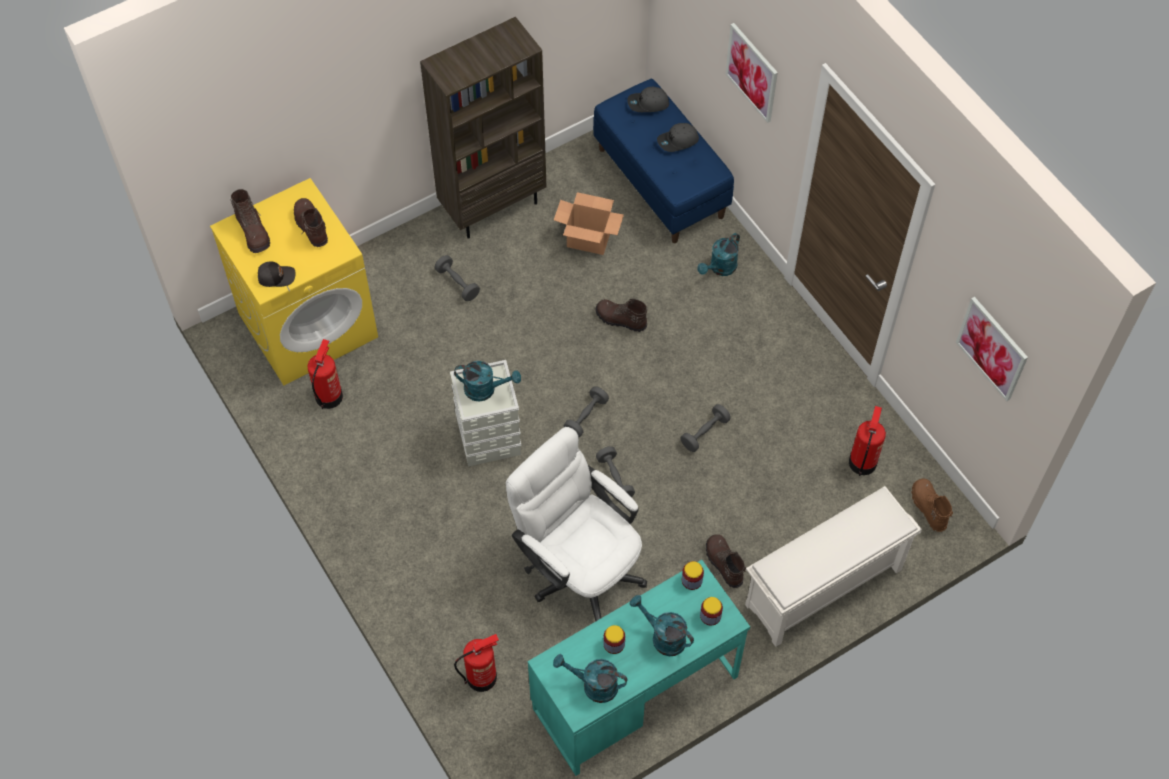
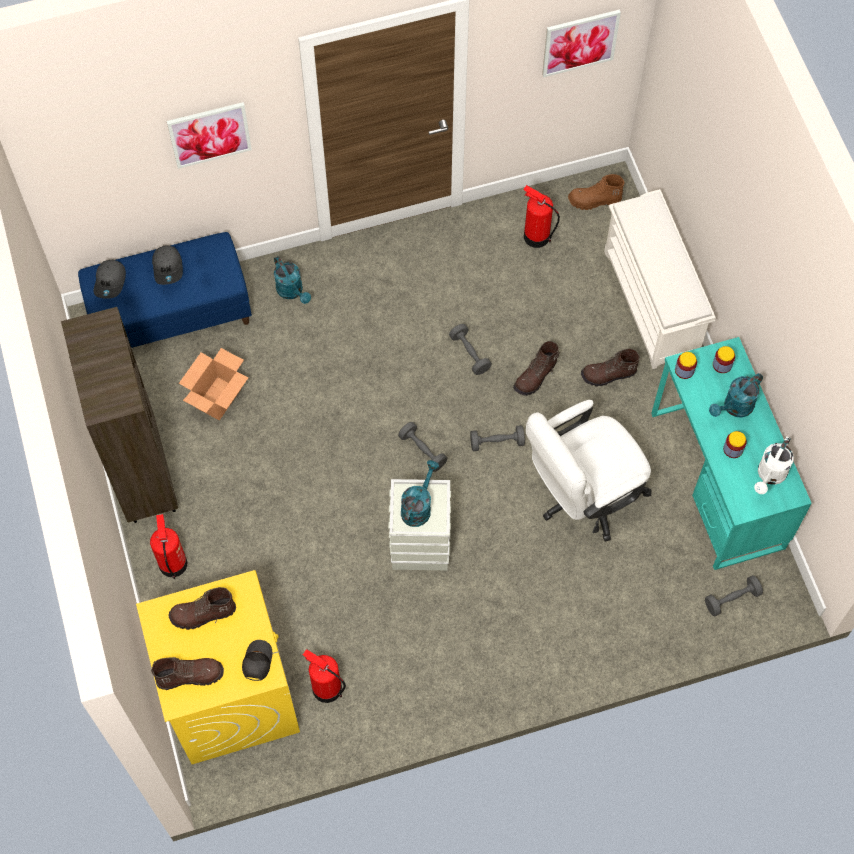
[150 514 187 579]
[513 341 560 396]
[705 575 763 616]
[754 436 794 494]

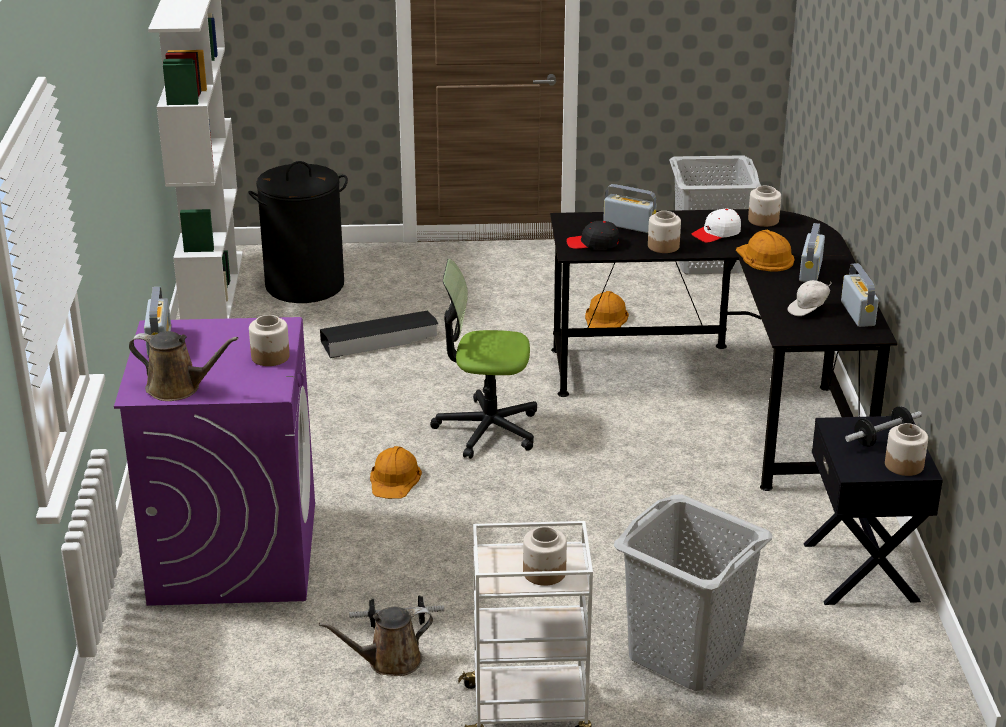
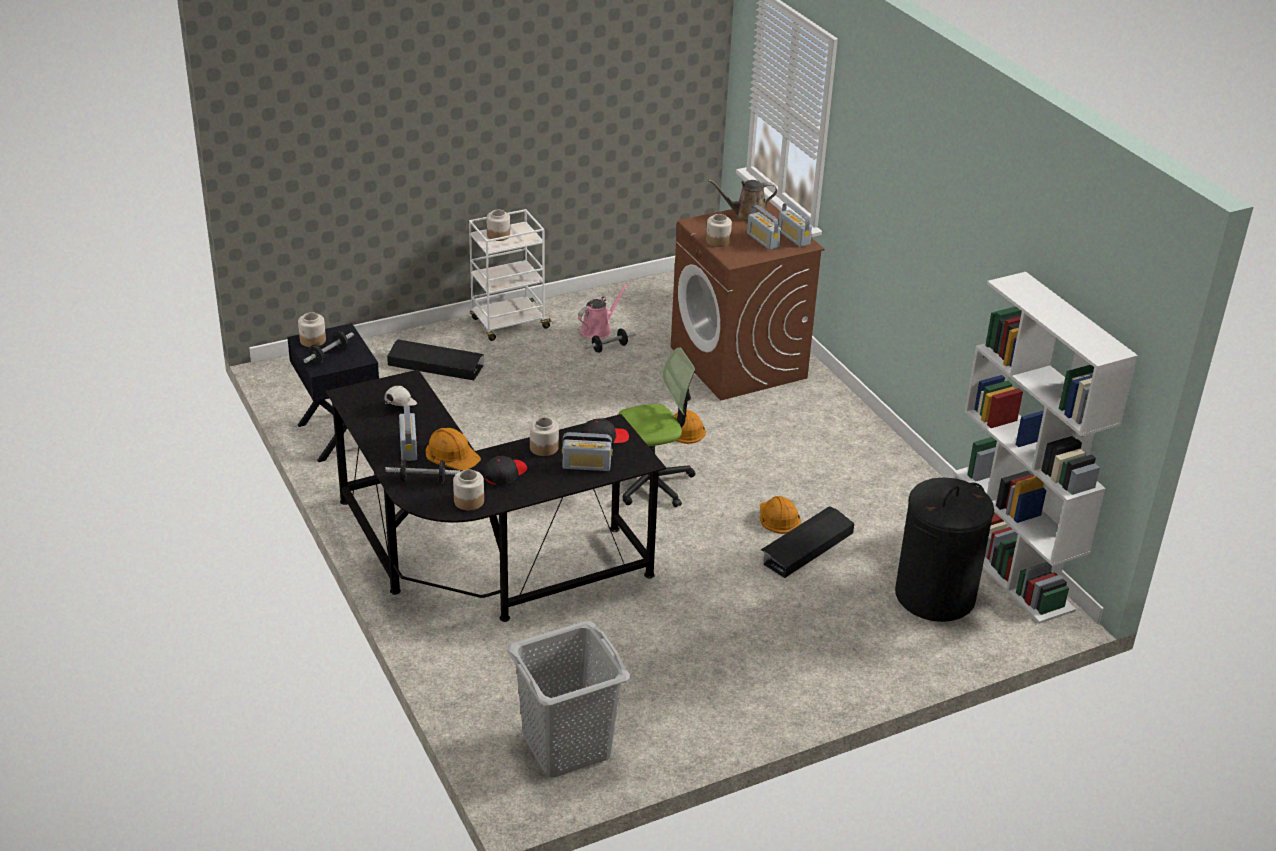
[385 459 460 483]
[387 339 484 380]
[484 456 527 486]
[578 283 629 339]
[671 202 825 400]
[747 205 781 250]
[760 496 801 534]

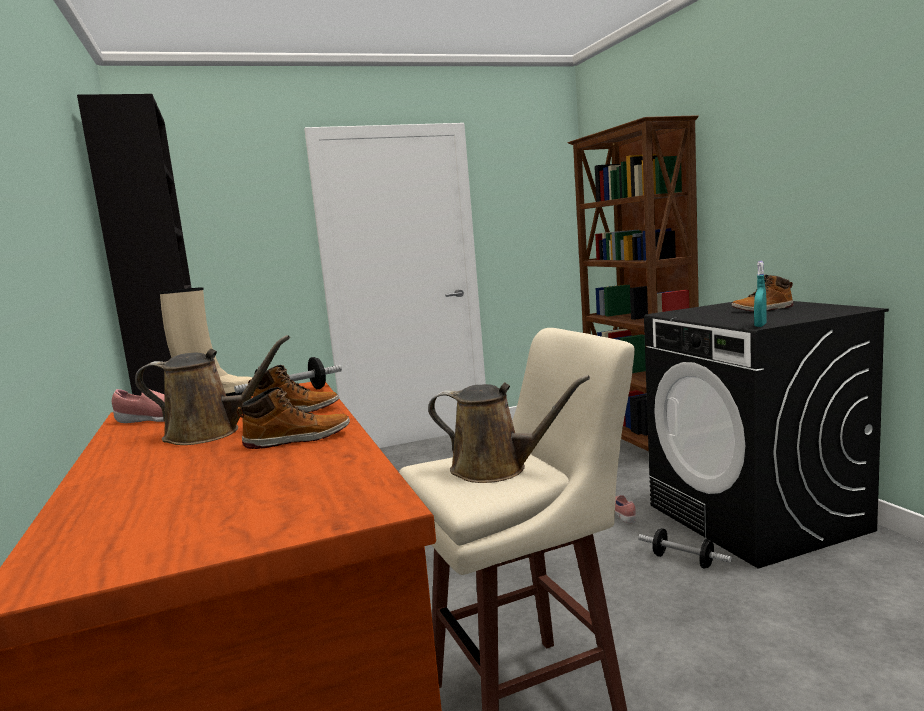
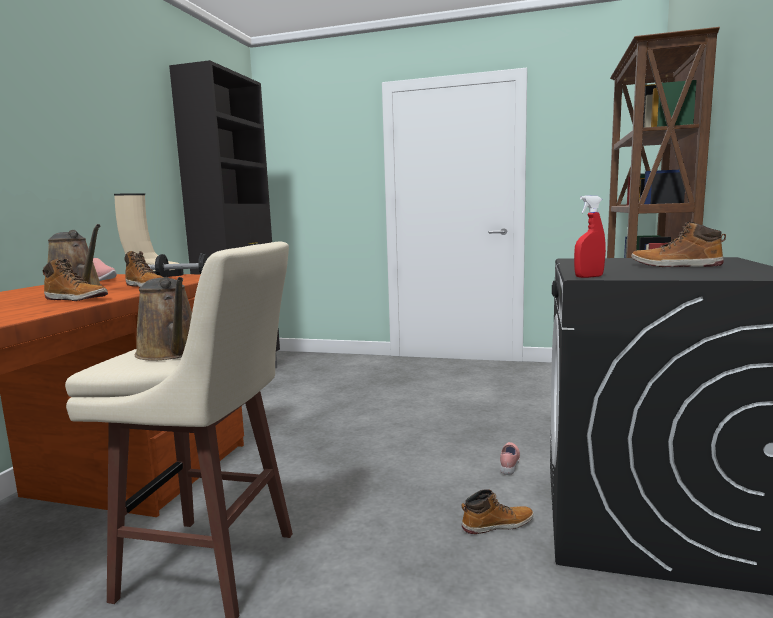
[462 489 534 534]
[574 196 606 278]

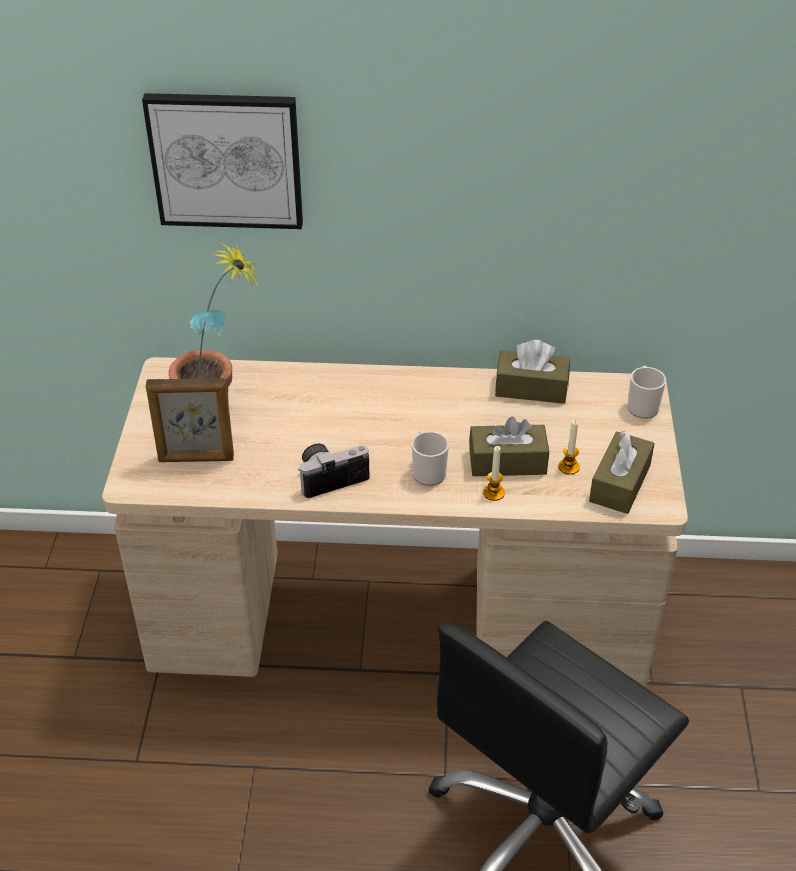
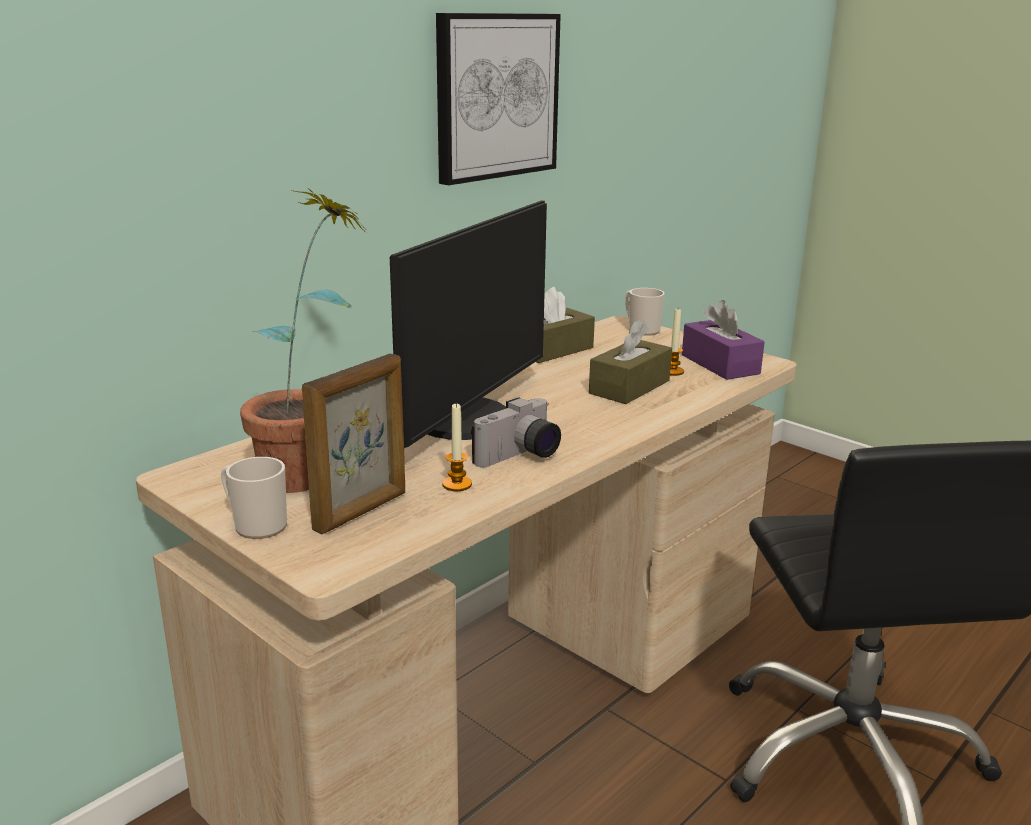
[221 457 287 539]
[390 200 547 448]
[436 13 561 185]
[442 402 472 491]
[471 397 561 467]
[682 300 765 380]

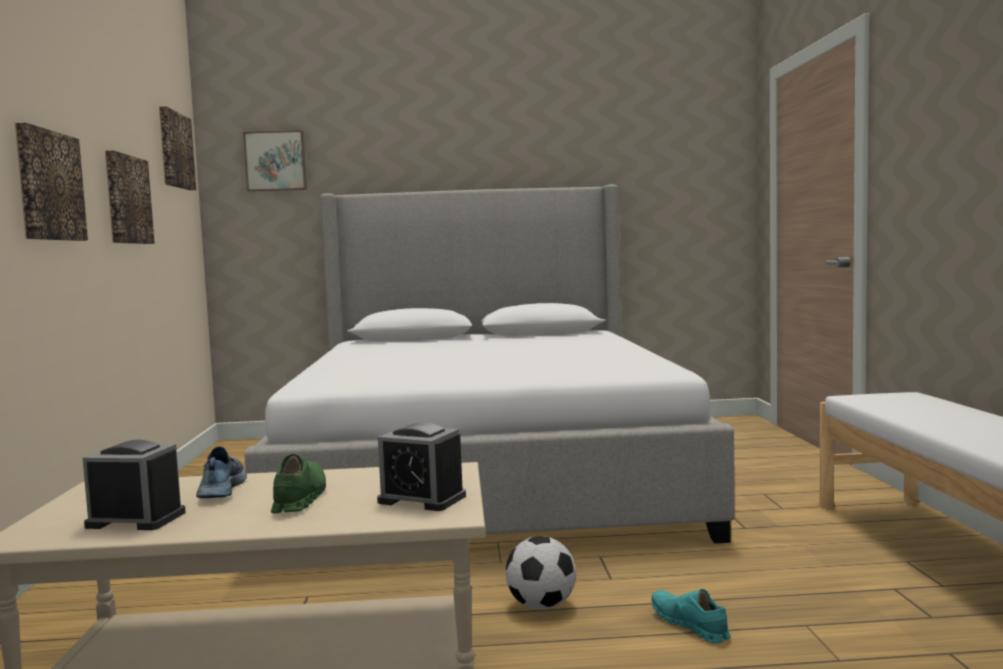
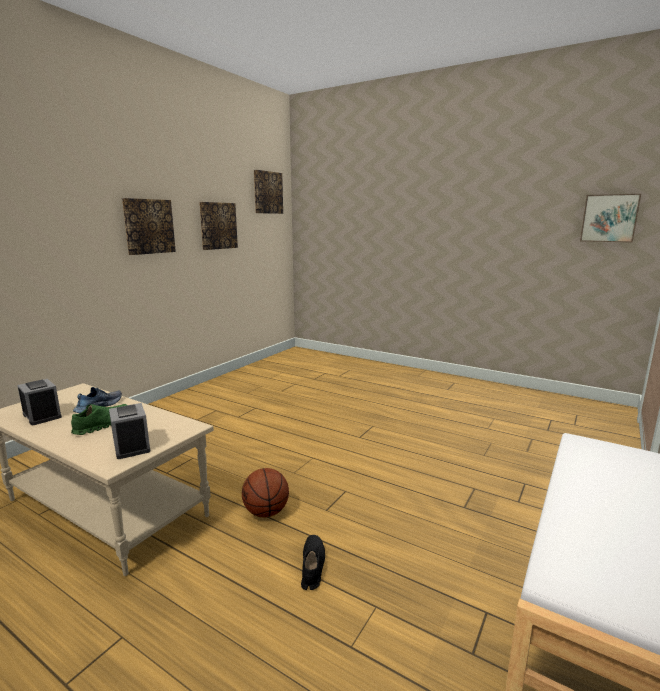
[242 468 289 517]
[301 535 325 590]
[580 194 641 243]
[245 184 735 544] (first image)

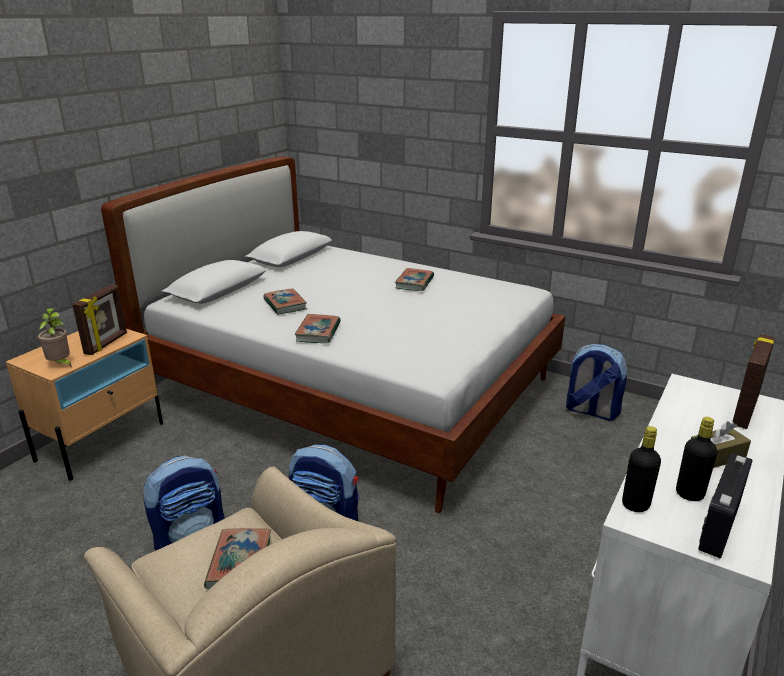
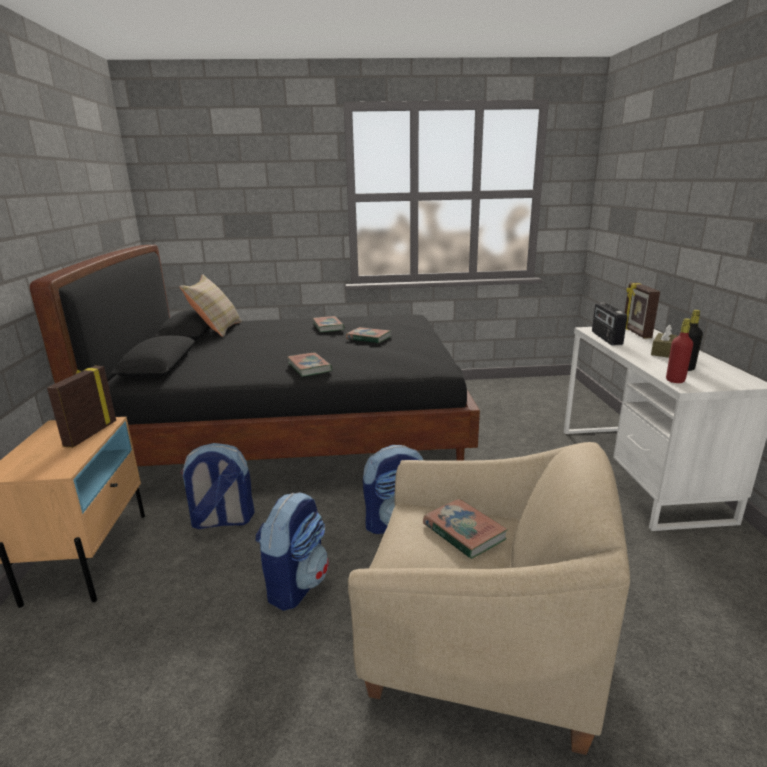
[30 245 480 466]
[47 366 116 448]
[179 274 242 337]
[180 443 255 529]
[346 327 391 343]
[592 303 627 345]
[666 318 693 383]
[38 308 72 368] (first image)

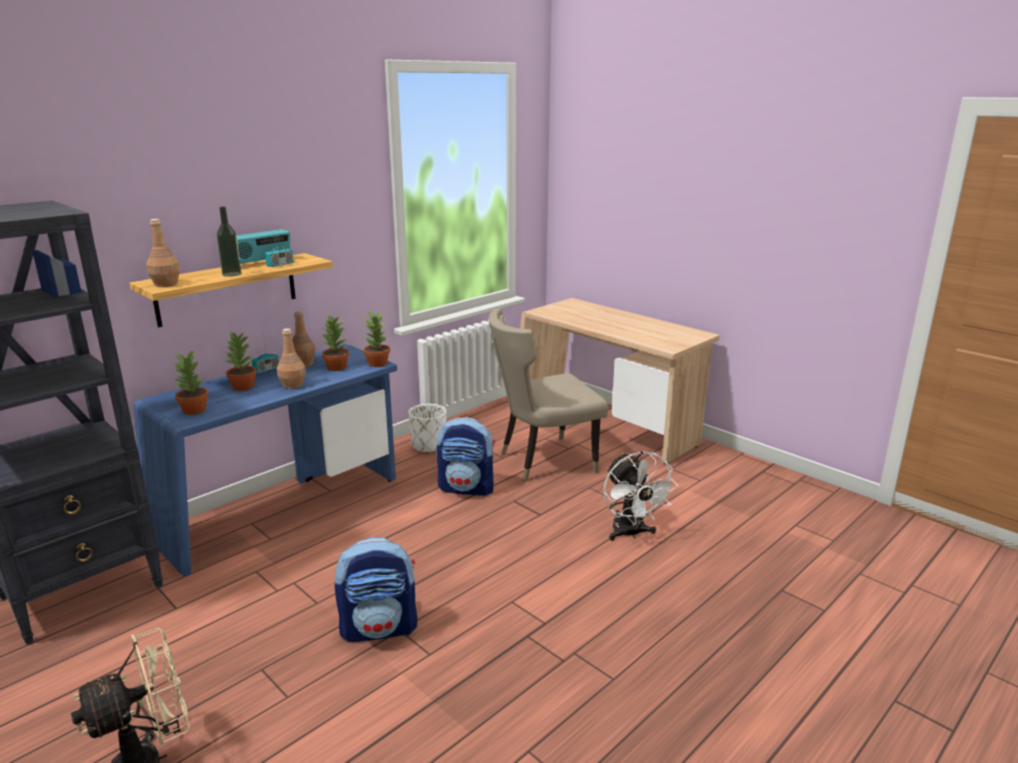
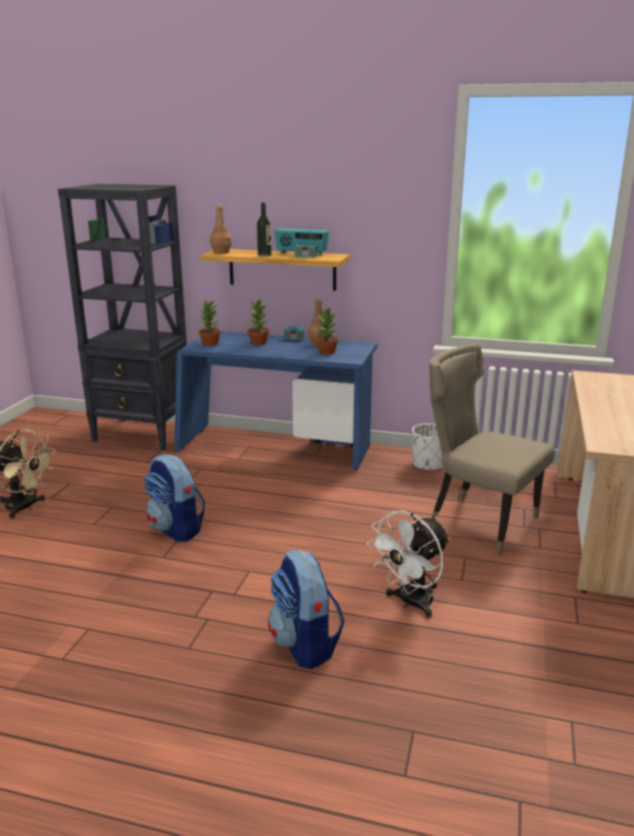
[268 549 345 669]
[277 328 306 389] (first image)
[363 310 390 367] (first image)

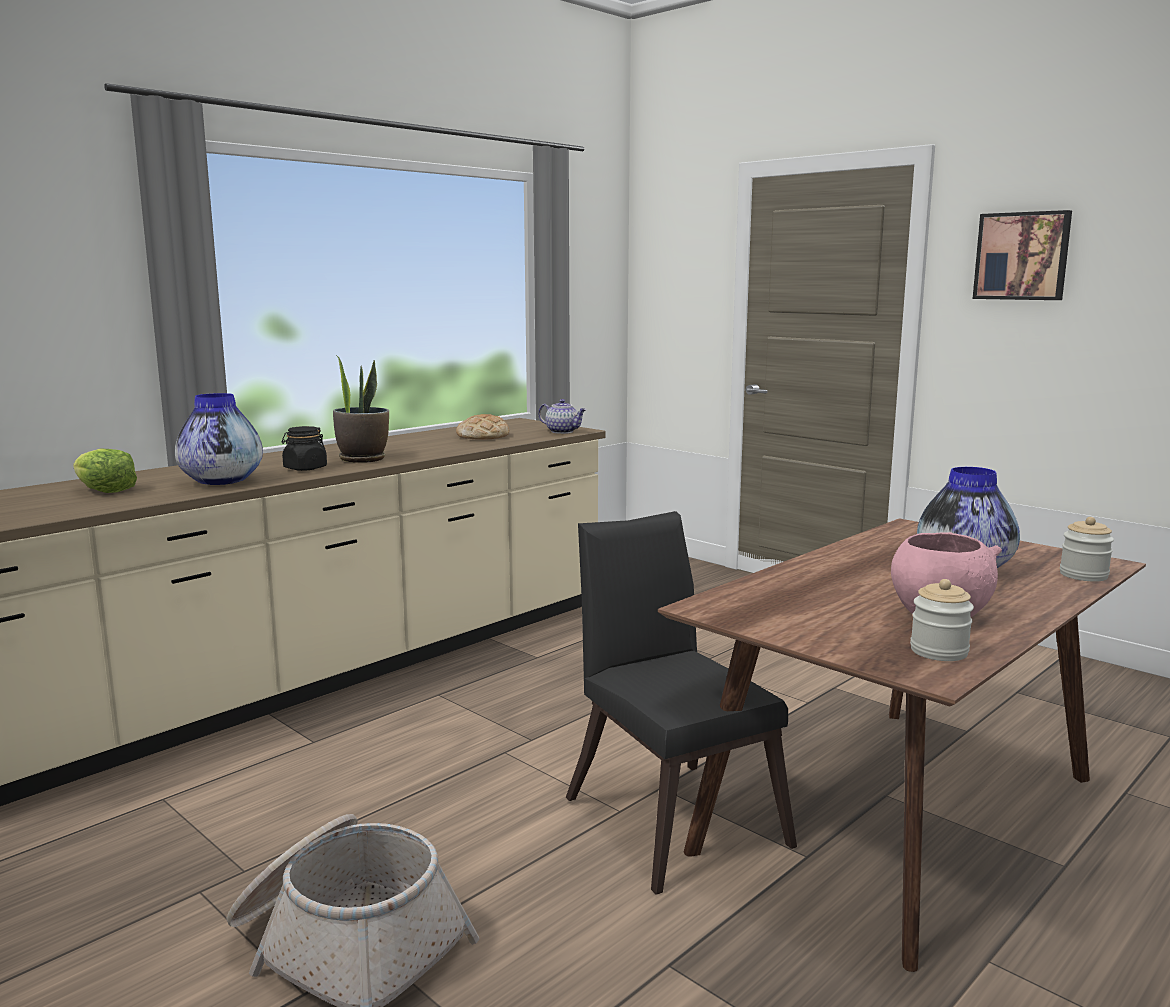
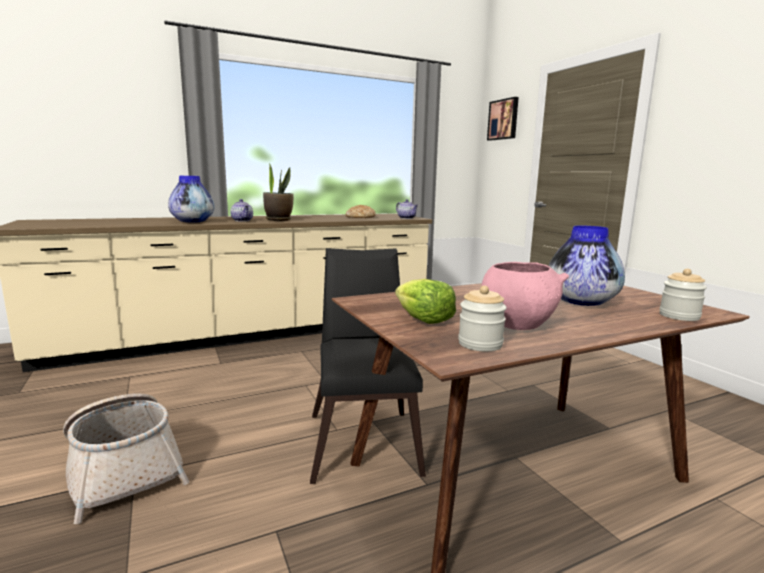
[230 199 253 222]
[395 279 456 324]
[487 97 519 141]

